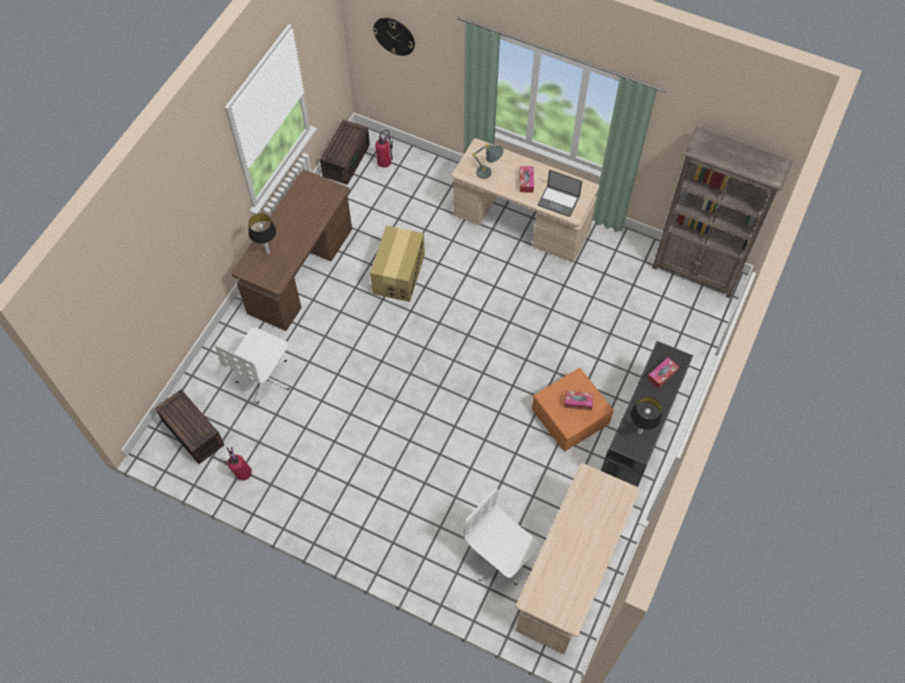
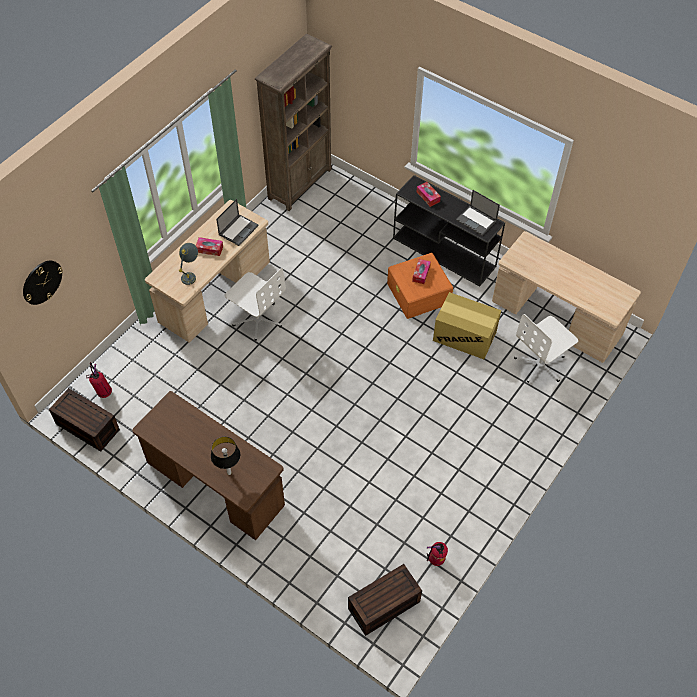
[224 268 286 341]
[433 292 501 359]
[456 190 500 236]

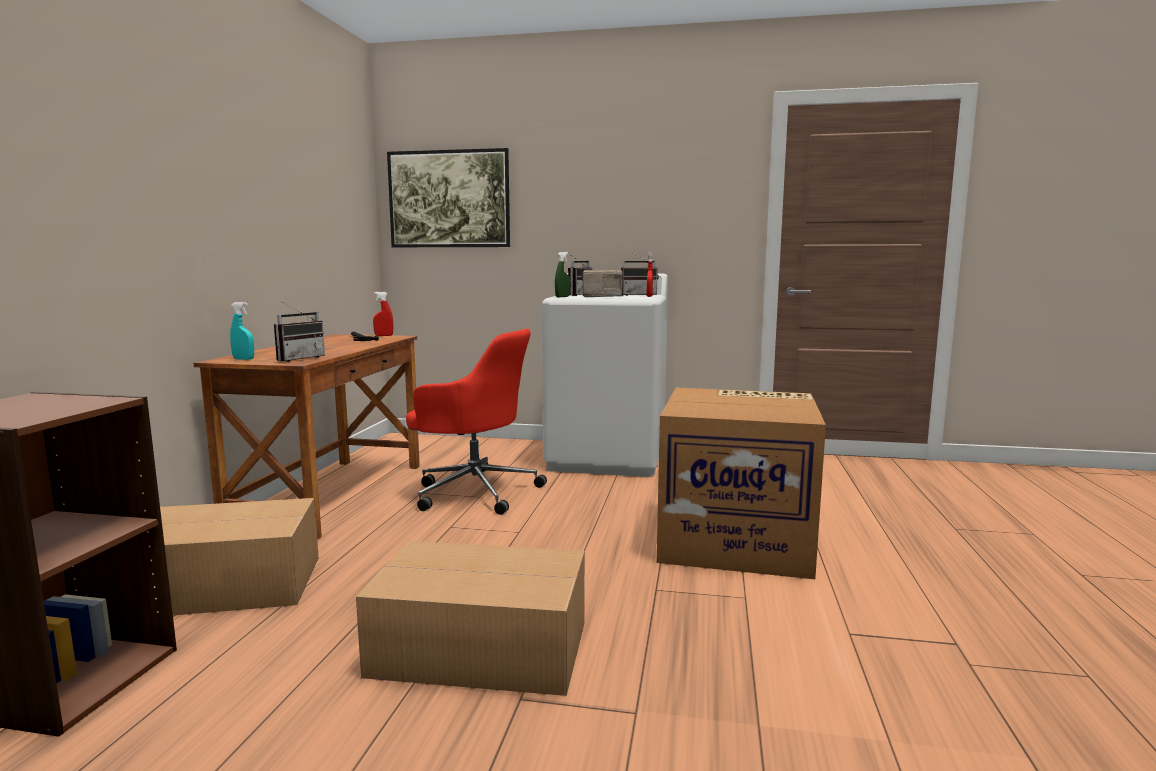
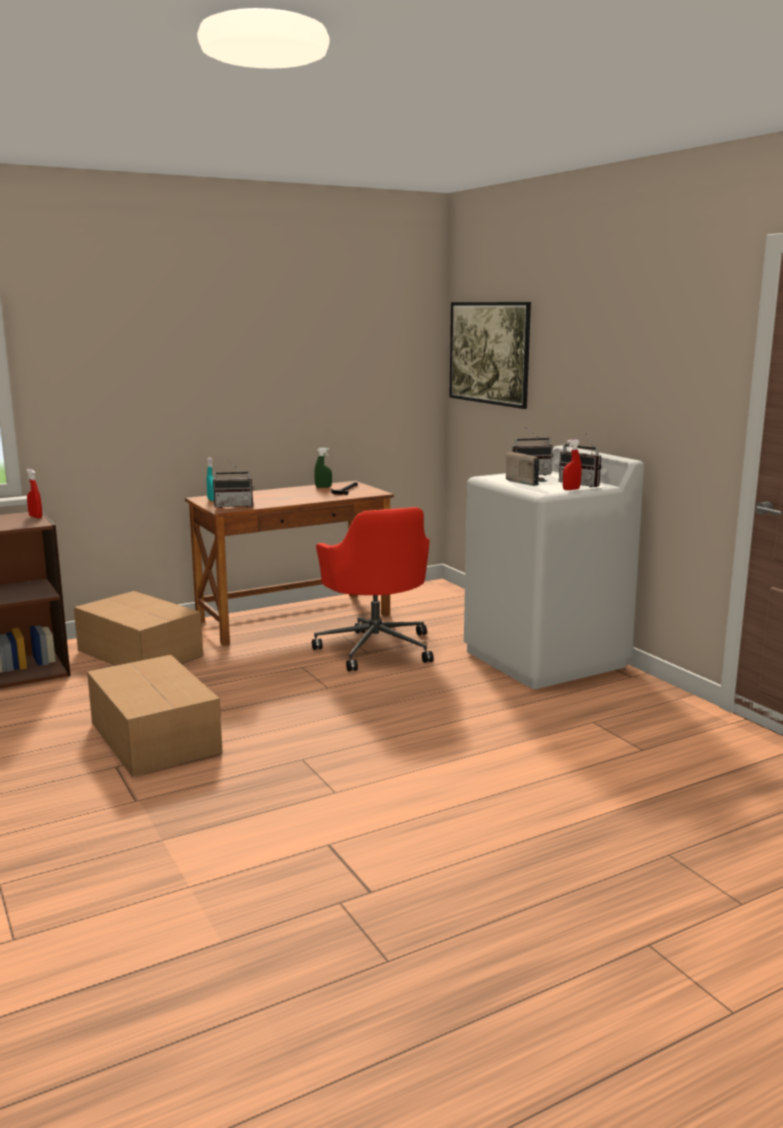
[26 469 42 518]
[314 448 332 488]
[657 387 826 579] (first image)

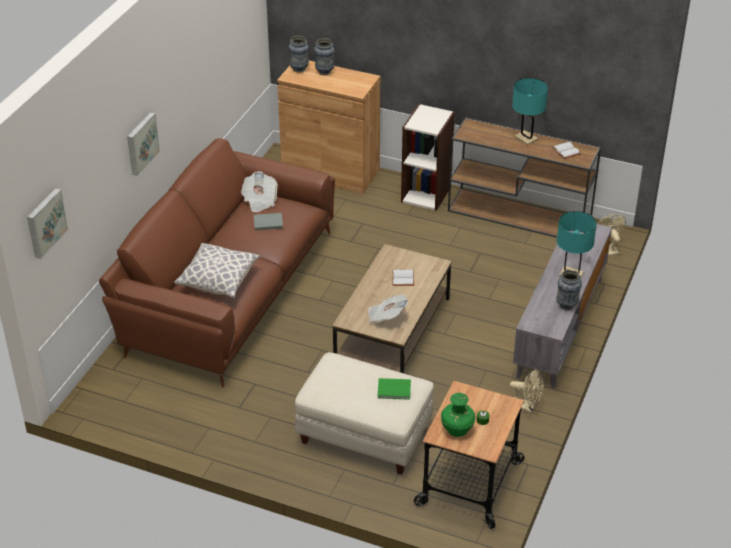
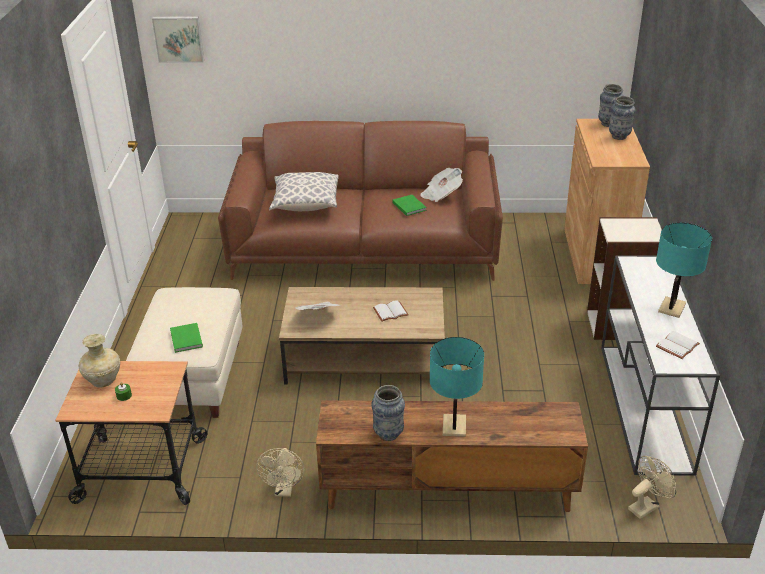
[78 334 120 388]
[316 400 588 512]
[392 195 427 216]
[601 255 720 476]
[127 112 160 176] (first image)

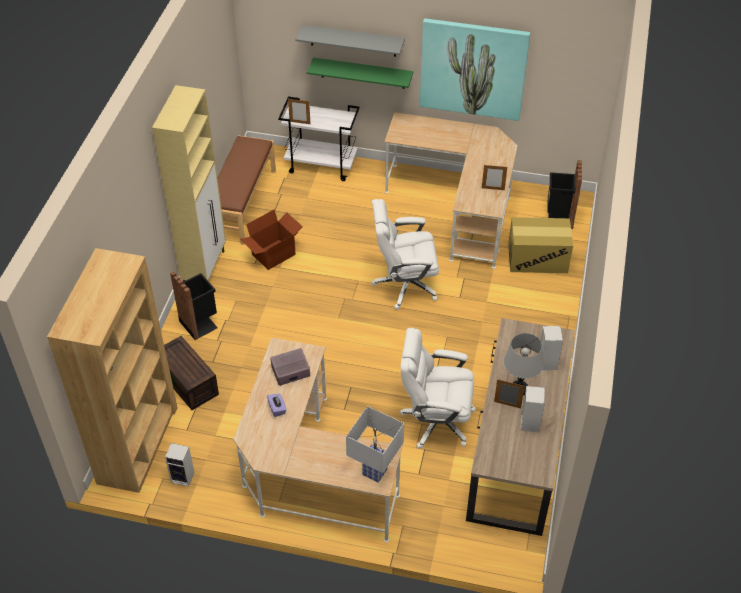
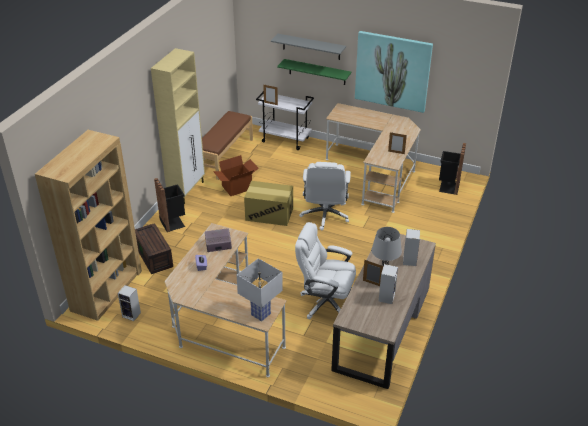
[244 181 293 226]
[299 162 351 230]

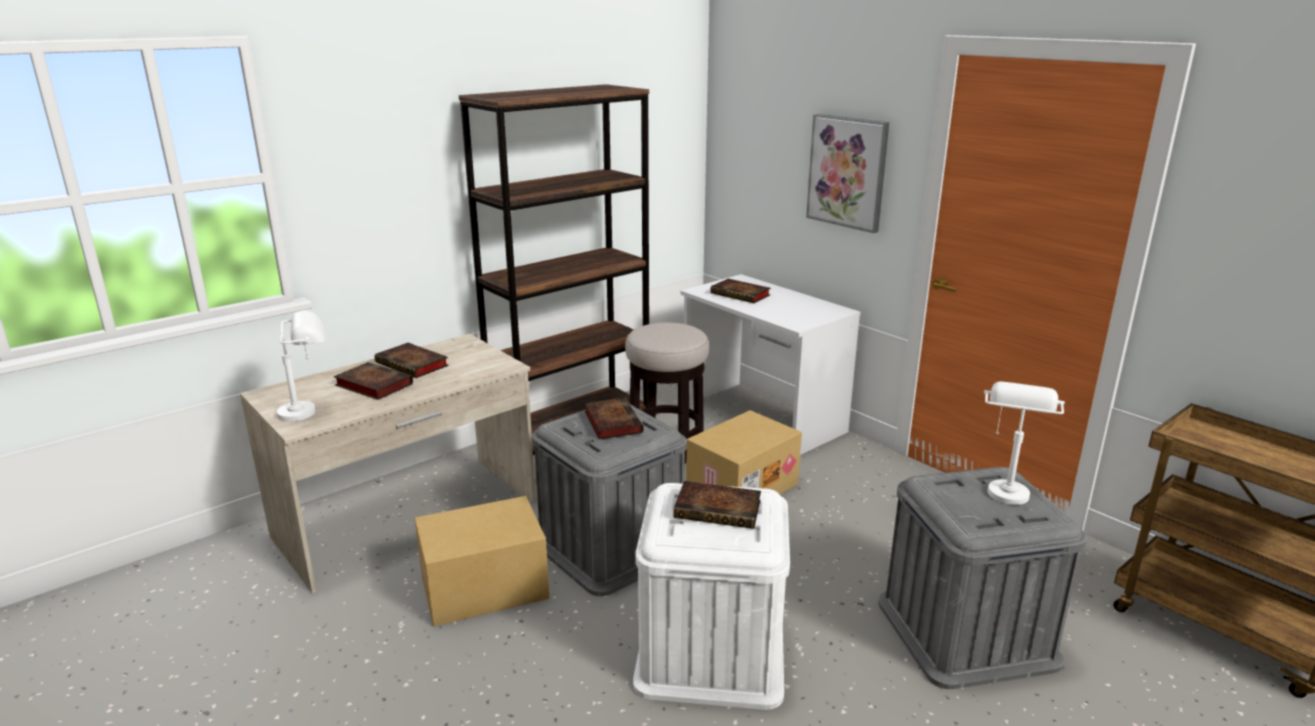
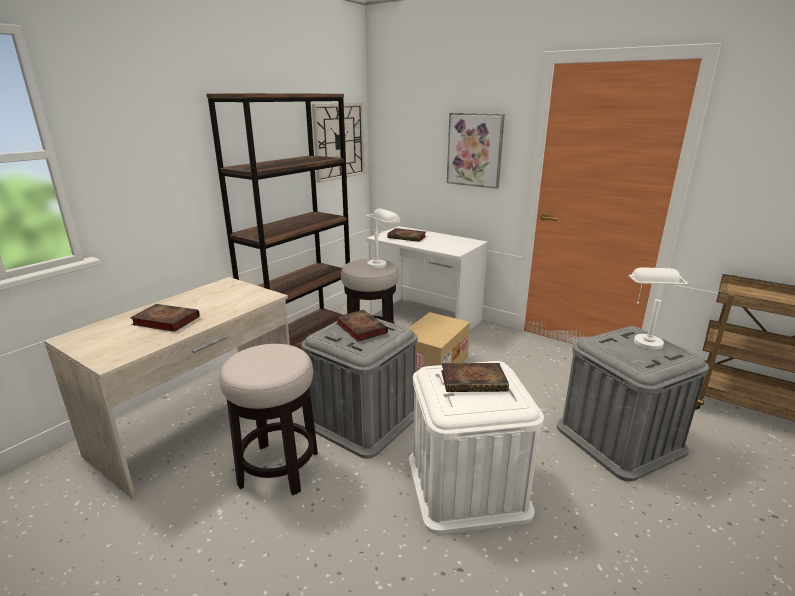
[219 344 318 496]
[312 103 365 183]
[367 208 400 268]
[375 343 449 378] (first image)

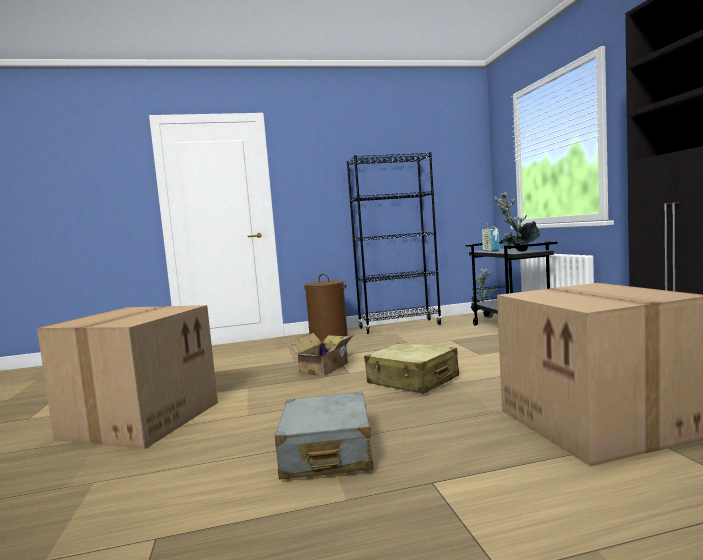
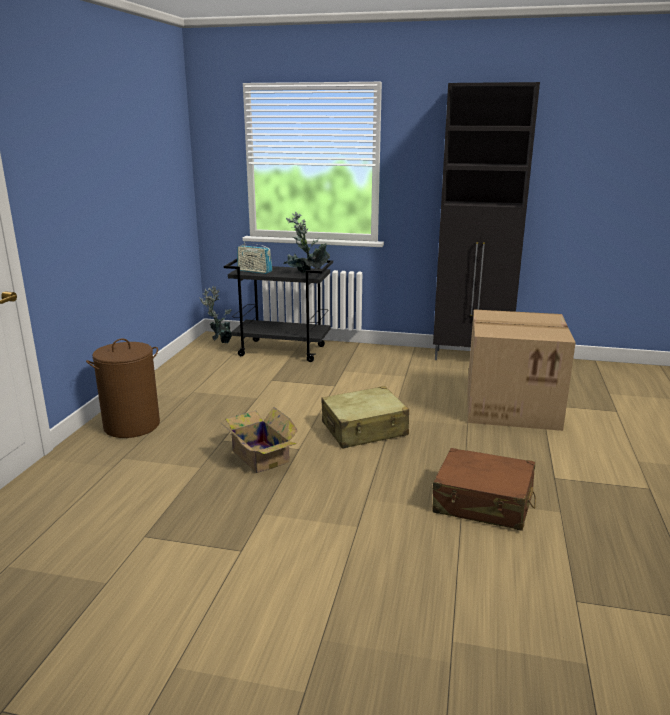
[432 448 536 531]
[37 305 218 449] (first image)
[347 152 442 334] (first image)

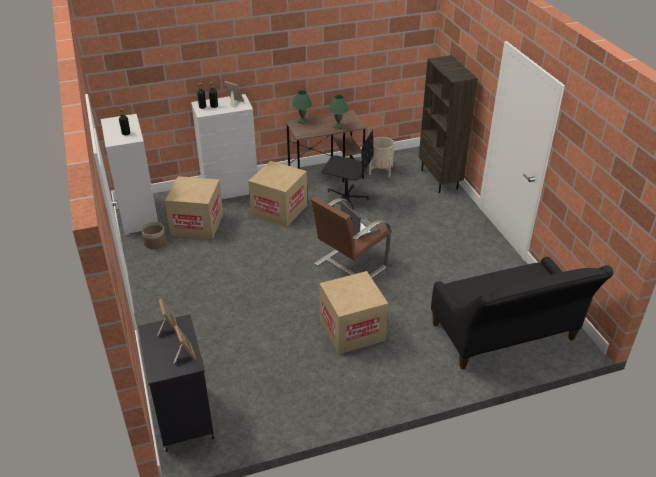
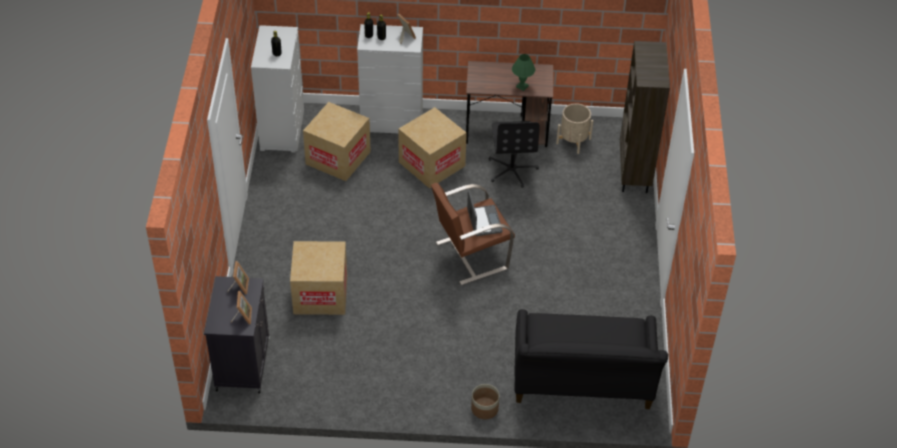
[290 241 347 315]
[471 384 499 419]
[489 121 540 188]
[292 91 312 124] (first image)

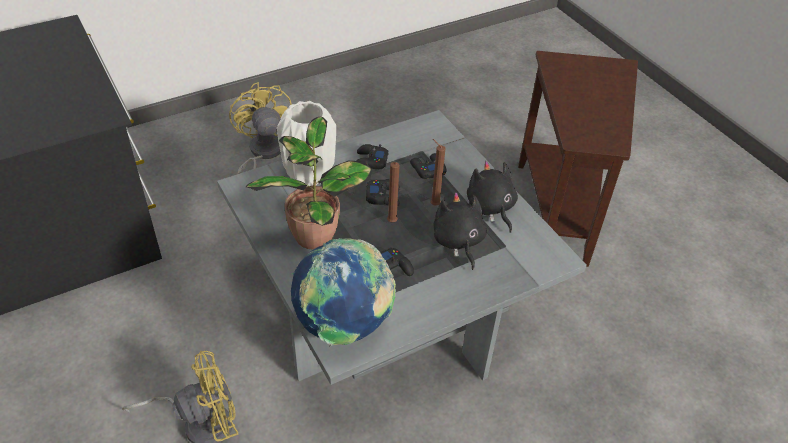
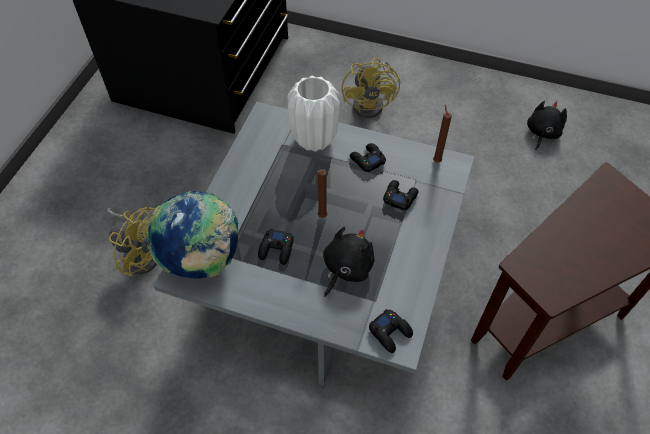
[341 58 400 118]
[369 309 413 353]
[433 104 452 162]
[527 101 567 150]
[246 117 372 250] (first image)

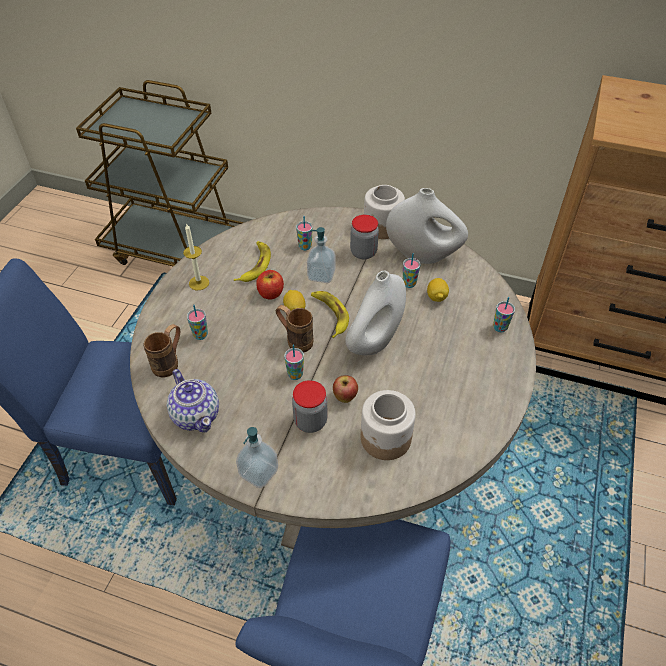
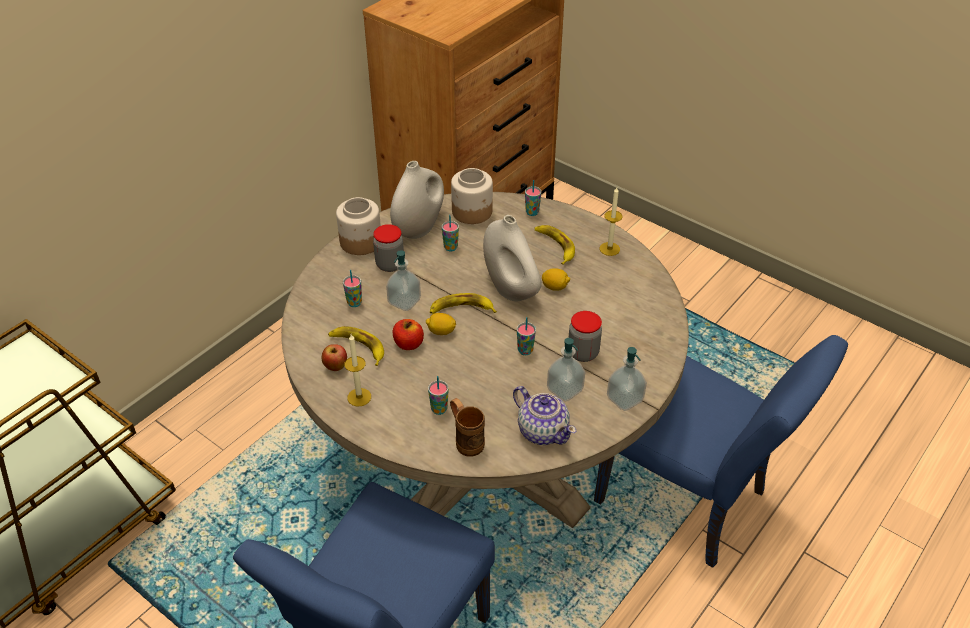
[322 344 347 371]
[451 168 493 224]
[513 386 576 445]
[535 225 575 265]
[542 268 570 291]
[547 338 585 401]
[600 187 622 256]
[276 305 313 353] (first image)

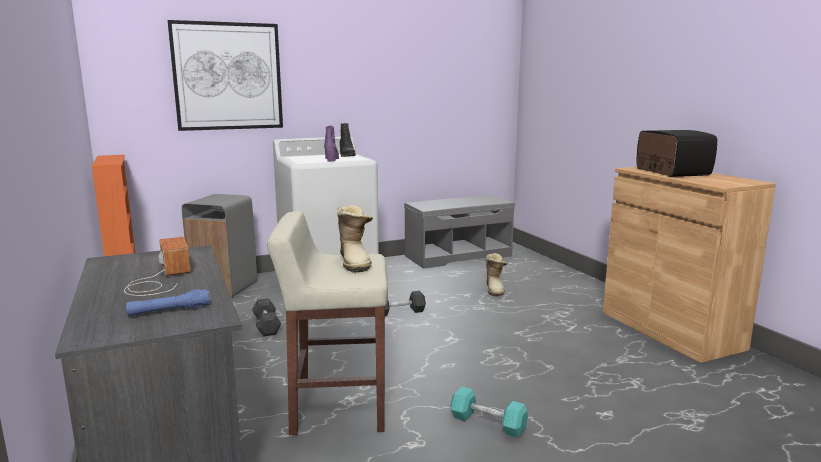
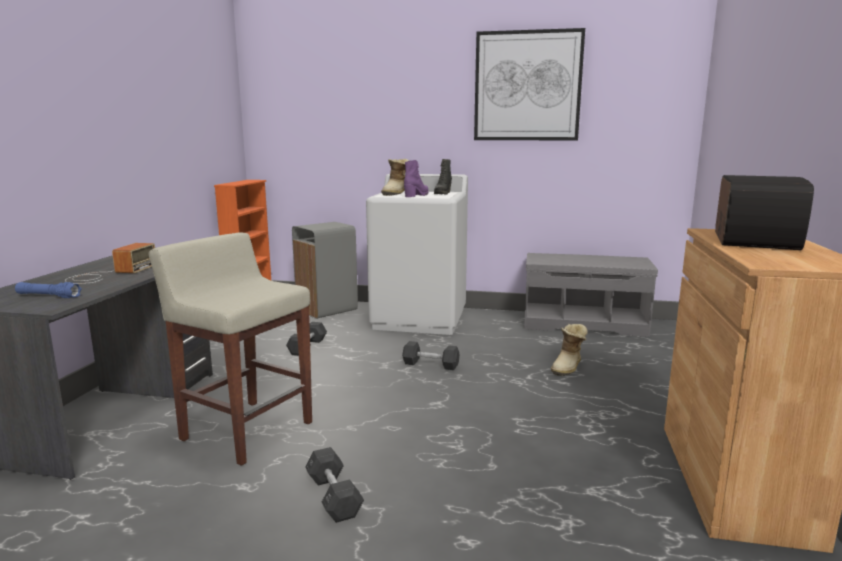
[305 447 364 523]
[381 159 409 196]
[474 28 585 140]

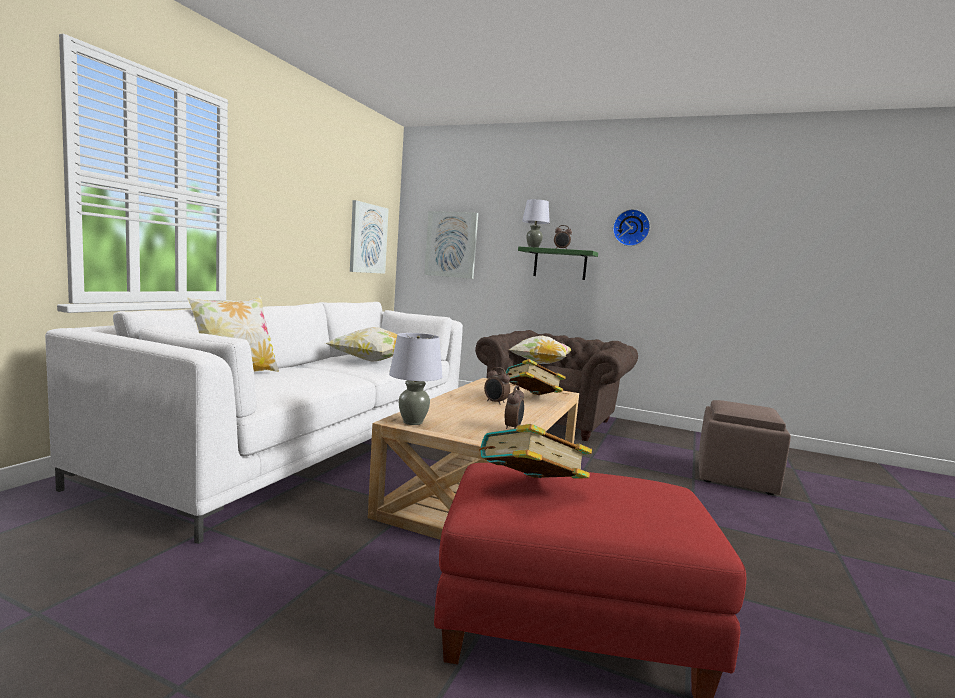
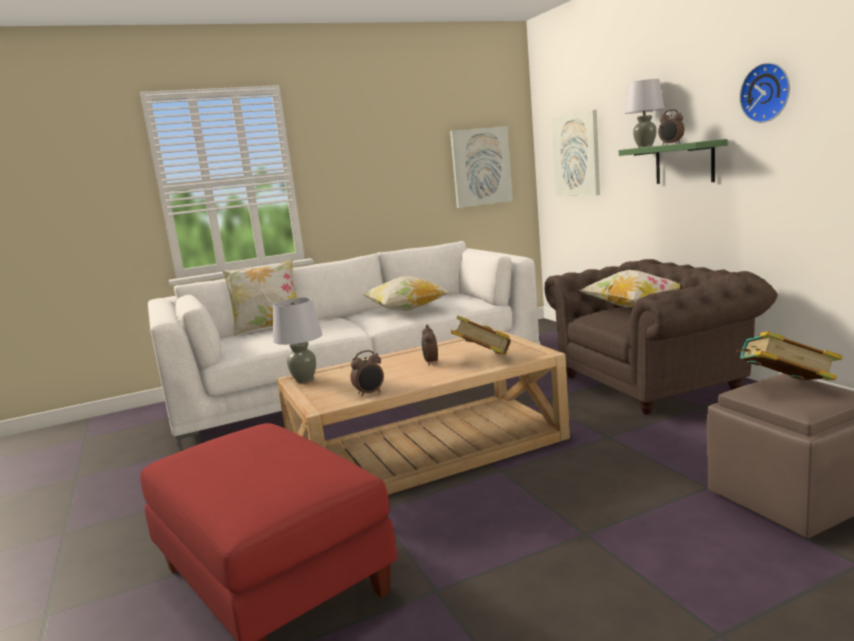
[736 331 843 380]

